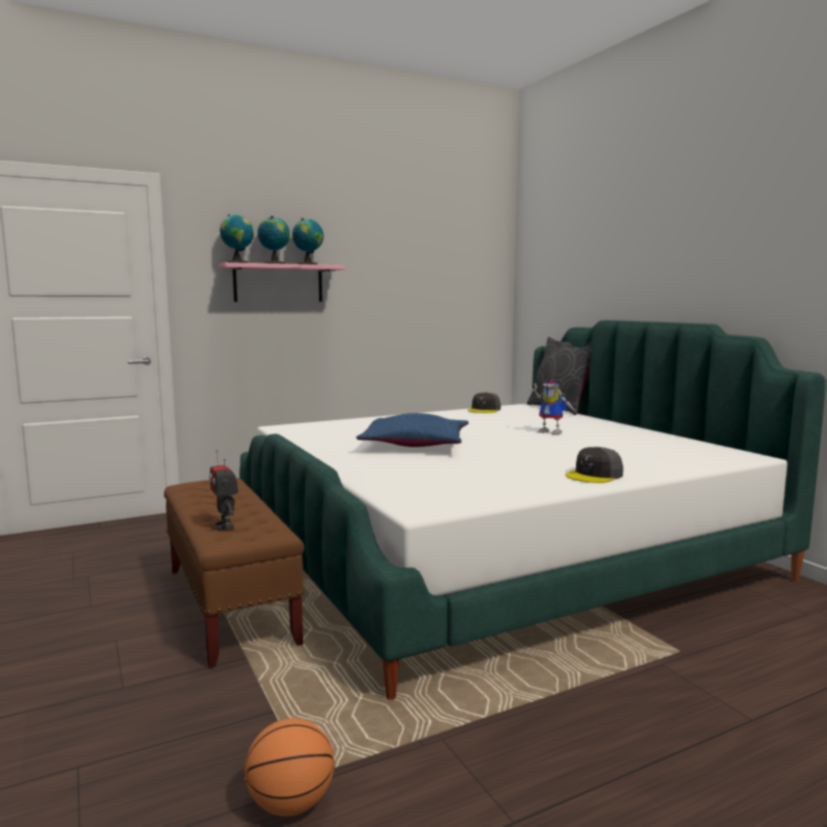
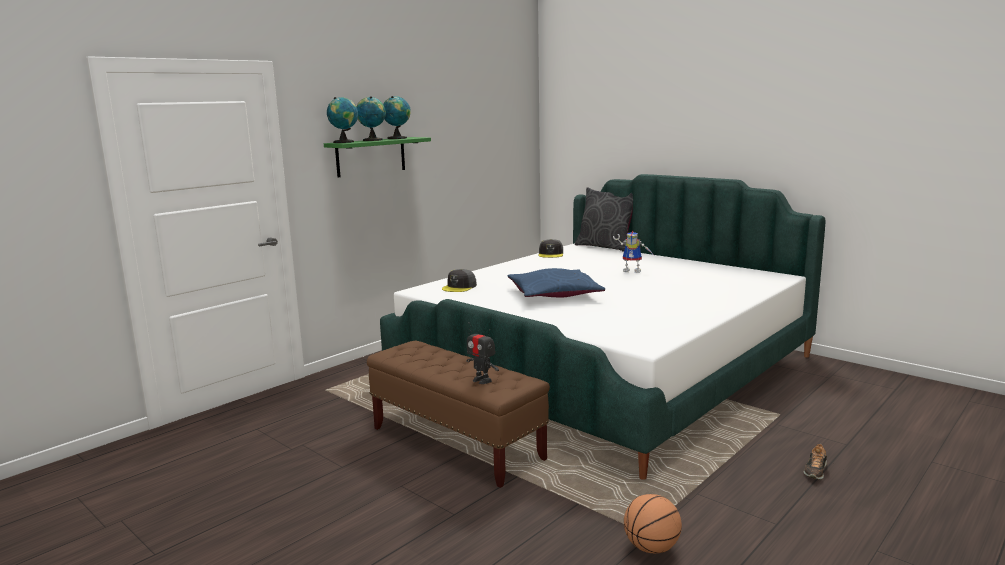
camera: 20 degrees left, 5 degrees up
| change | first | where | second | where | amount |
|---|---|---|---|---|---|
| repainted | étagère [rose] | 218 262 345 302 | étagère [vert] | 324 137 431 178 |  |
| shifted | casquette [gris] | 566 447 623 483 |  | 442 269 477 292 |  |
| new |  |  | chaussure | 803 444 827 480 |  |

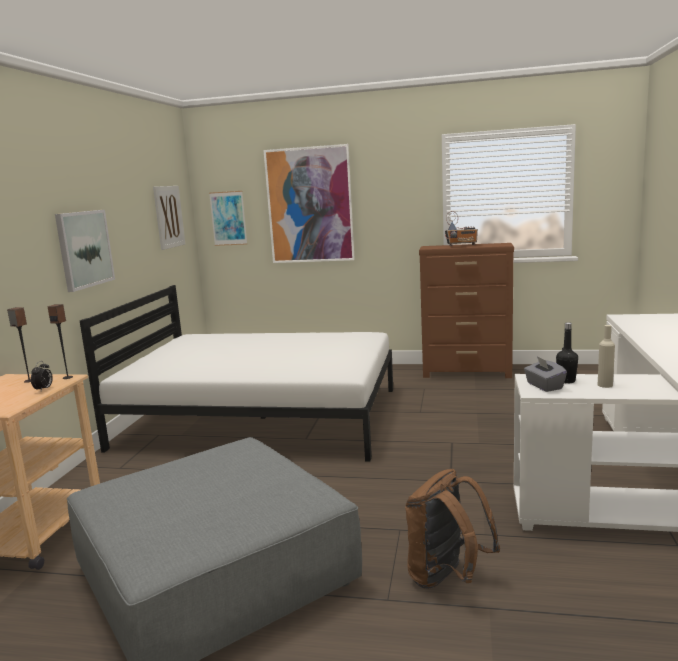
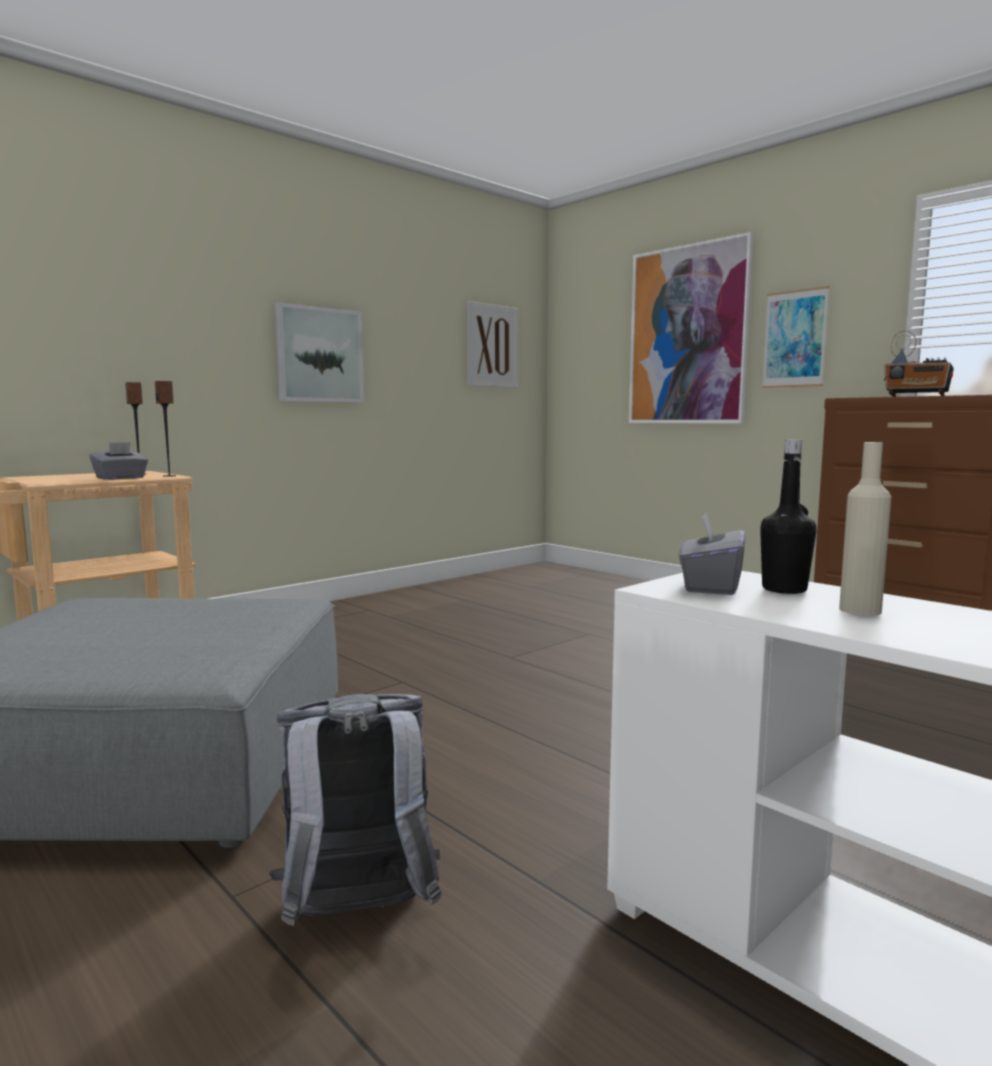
camera: 35 degrees right, 5 degrees down
| change | first | where | second | where | amount |
|---|---|---|---|---|---|
| shifted | tableau | 209 191 247 246 |  | 762 286 829 388 |  |
| gone | lit [blanc] | 80 285 393 462 |  |  |  |
| swapped | réveil | 31 361 53 391 | boîte à mouchoirs [gris] | 89 442 148 480 |  |
| repainted | sac à dos [marron] | 405 469 500 589 | sac à dos [gris] | 269 694 442 926 |  |

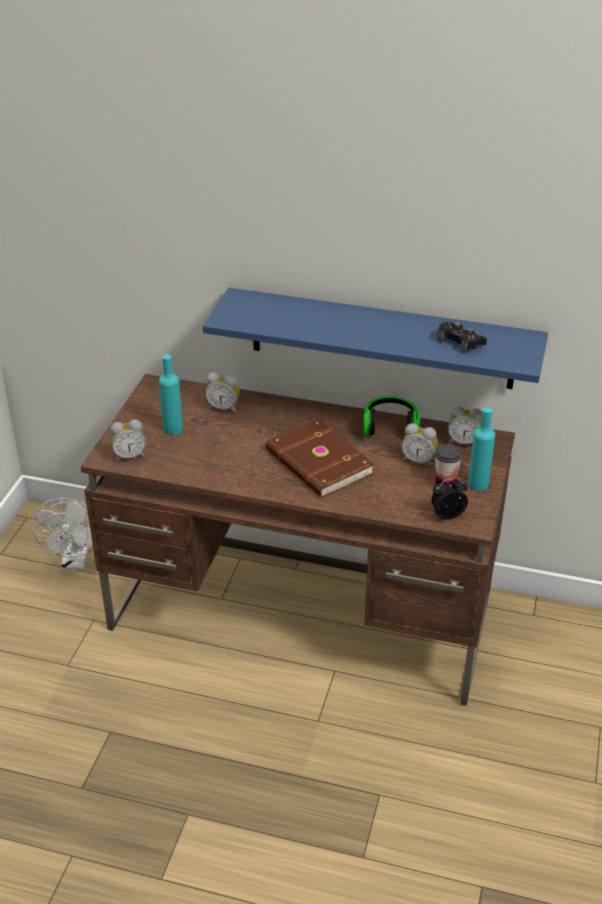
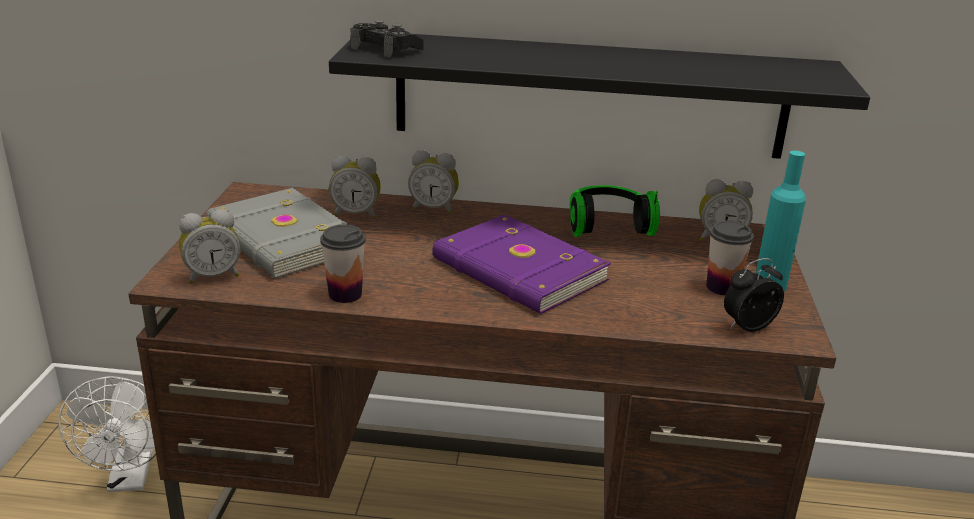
camera: 10 degrees left, 10 degrees down
| change | first | where | second | where | amount |
|---|---|---|---|---|---|
| repainted | étagère [bleu] | 203 288 548 389 | étagère [noir] | 329 34 870 159 |  |
| shifted | manette [noir] | 437 322 487 354 |  | 350 20 423 58 |  |
| swapped | bouteille [turquoise] | 159 355 183 435 | livre [gris] | 206 188 348 278 |  |
| repainted | livre [marron] | 266 419 374 498 | livre [violet] | 432 215 611 314 |  |
| shifted | réveil | 401 423 438 468 |  | 408 150 459 214 |  |
| new |  |  | tasse | 320 225 366 303 |  |

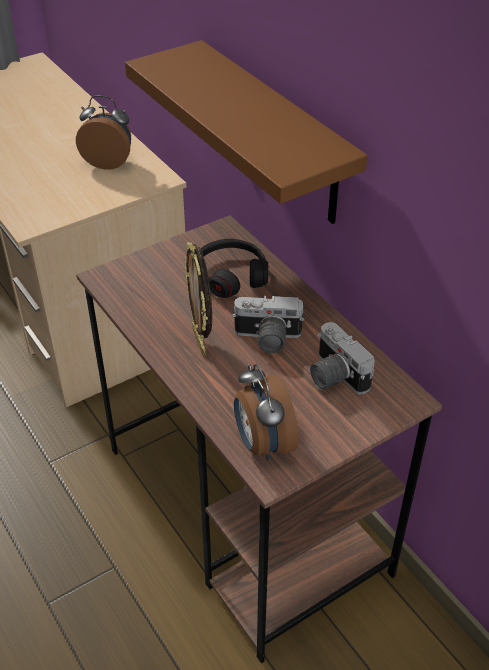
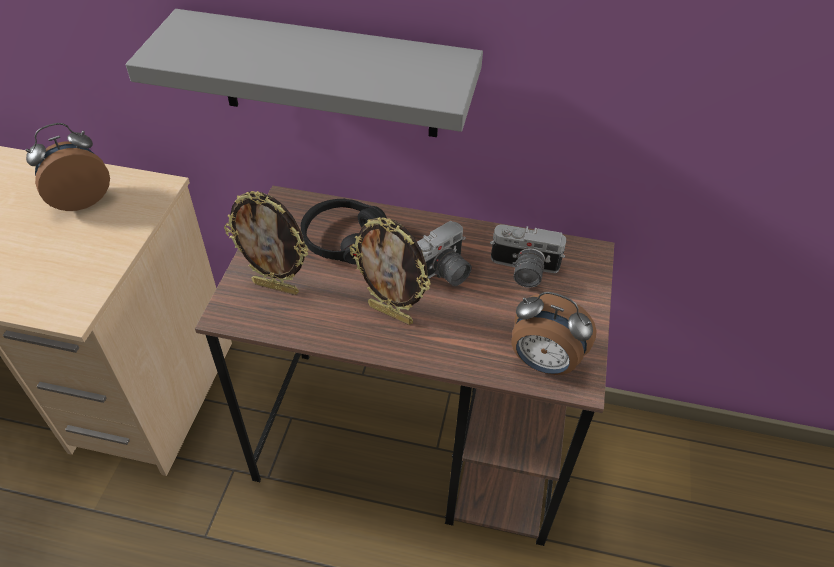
camera: 45 degrees left, 5 degrees up
| change | first | where | second | where | amount |
|---|---|---|---|---|---|
| repainted | étagère [marron] | 125 40 367 224 | étagère [gris] | 126 9 483 137 |  |
| new |  |  | cadre photo | 224 191 309 295 |  |

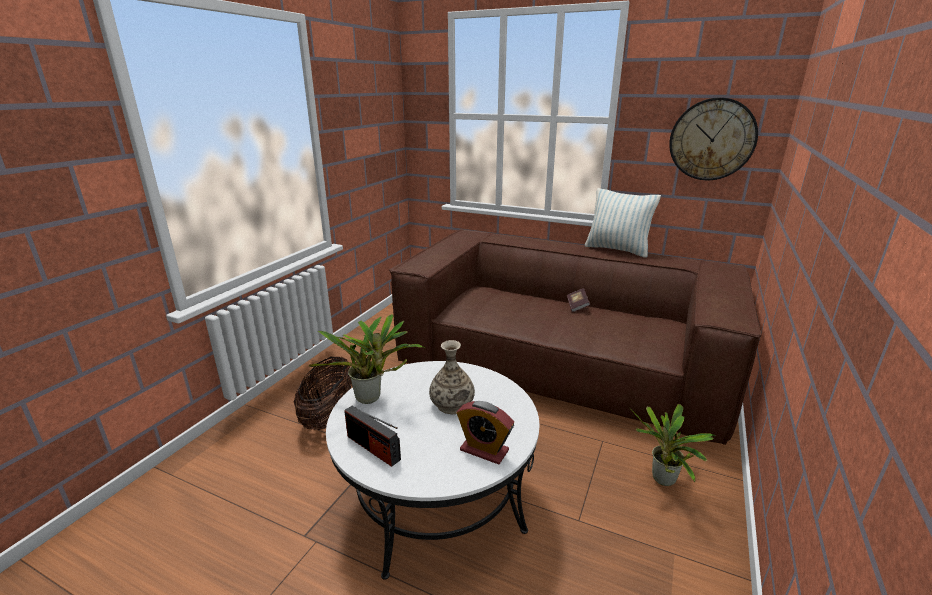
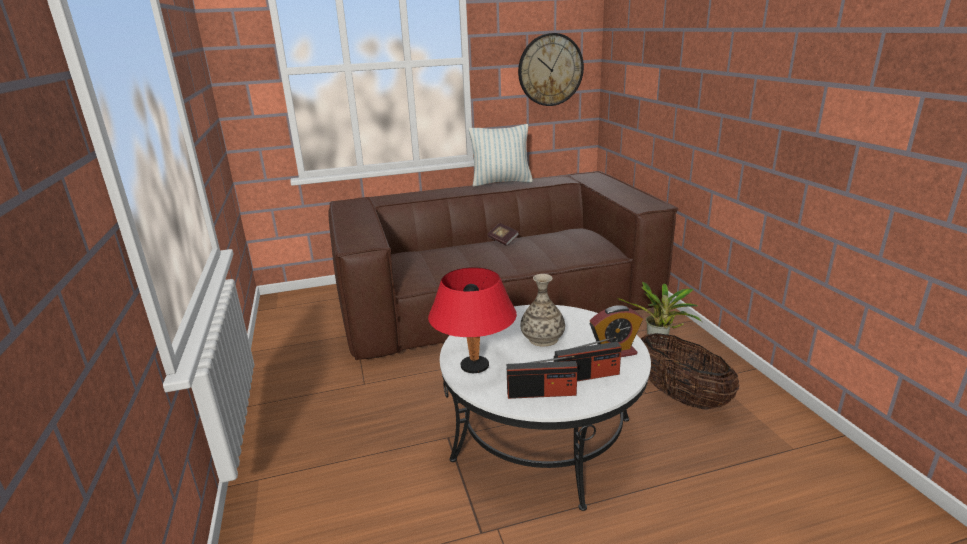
camera: 40 degrees left, 0 degrees up
| change | first | where | second | where | amount |
|---|---|---|---|---|---|
| swapped | plante en pot | 309 314 425 404 | lampe de table [rouge] | 428 267 517 373 |  |
| shifted | panier | 294 356 352 430 |  | 640 333 739 410 |  |
| new |  |  | radio | 554 337 622 381 |  |

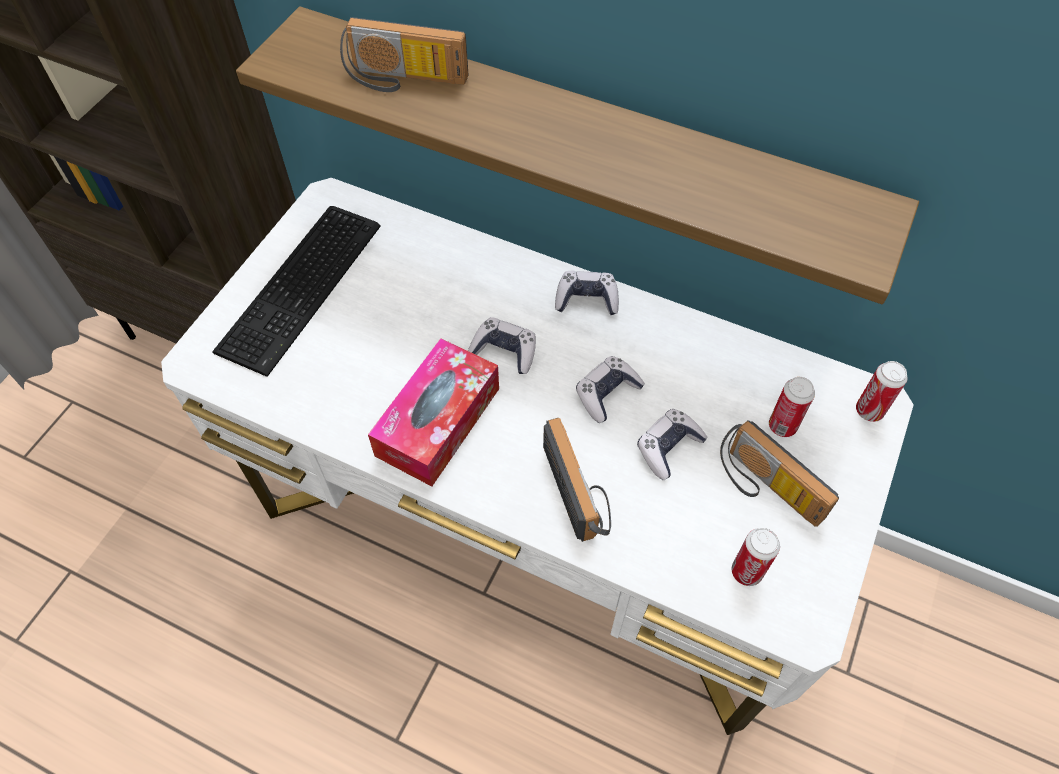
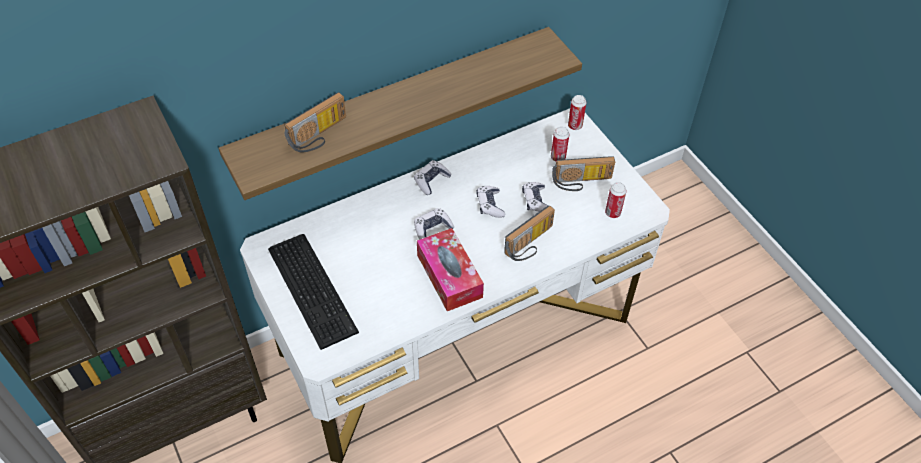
camera: 55 degrees left, 5 degrees down
| change | first | where | second | where | amount |
|---|---|---|---|---|---|
| rotated | radio | 543 418 611 542 |  | 504 205 555 261 | 120 degrees clockwise |

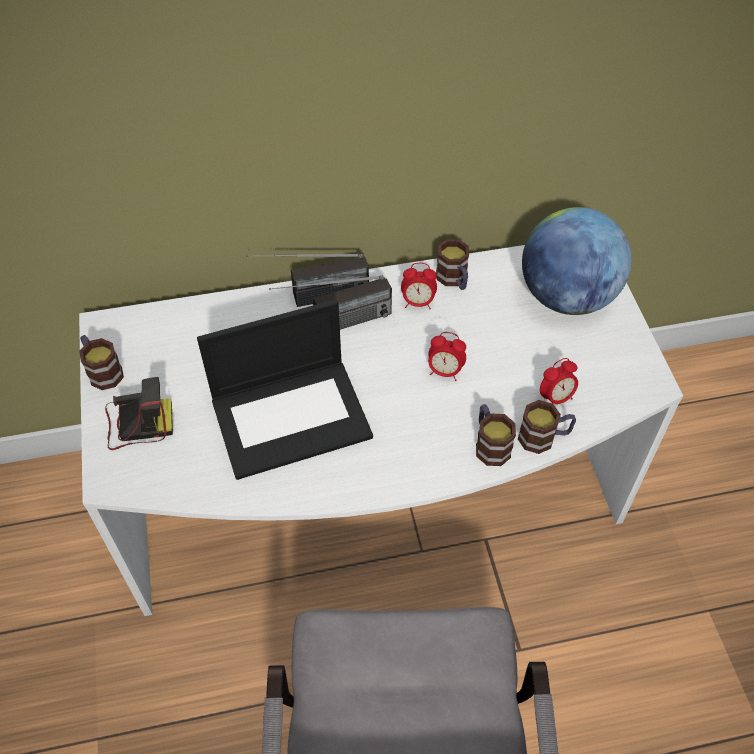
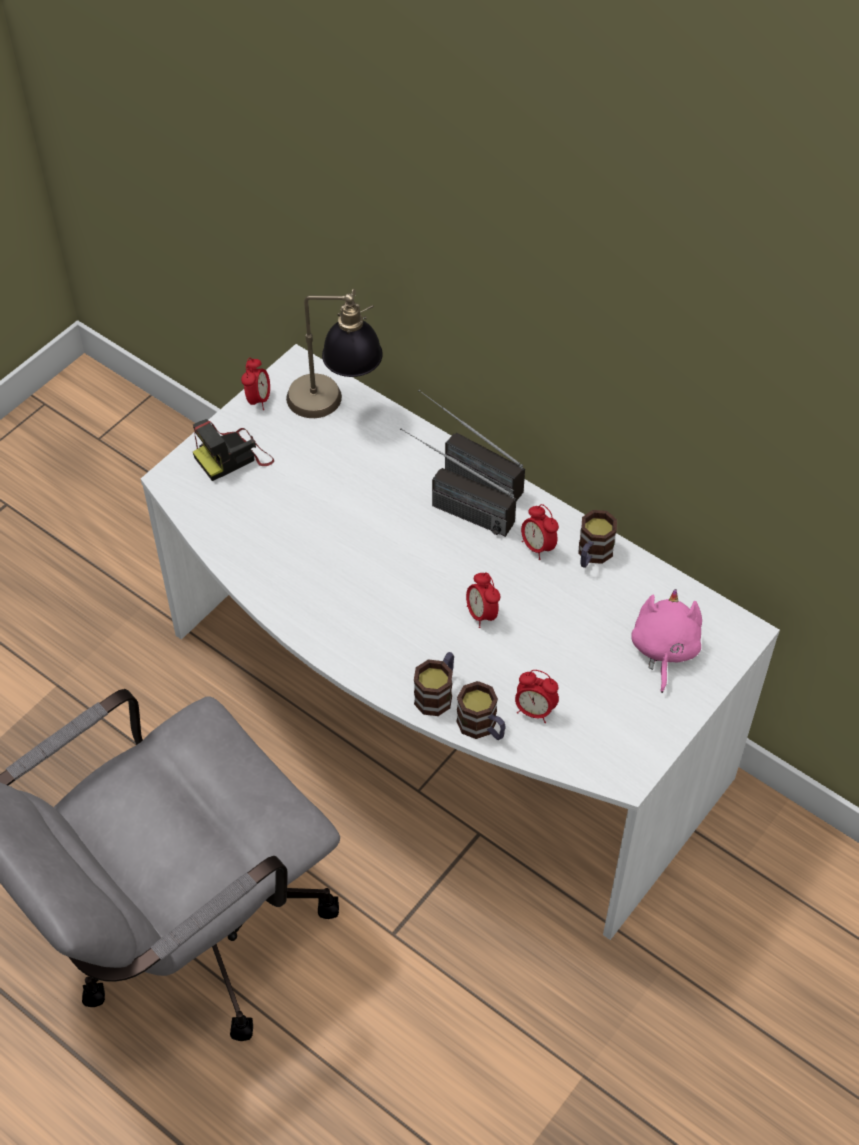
camera: 50 degrees right, 0 degrees up
| change | first | where | second | where | amount |
|---|---|---|---|---|---|
| swapped | globe | 522 207 632 315 | peluche [rose] | 631 589 702 693 |  |
| gone | ordinateur portable | 197 300 373 480 |  |  |  |
| swapped | mug | 79 335 124 390 | réveil | 241 358 270 410 |  |
| rotated | appareil photo | 105 377 173 450 |  | 193 419 274 481 | 105 degrees clockwise |
| new |  |  | lampe de table | 286 289 383 418 |  |

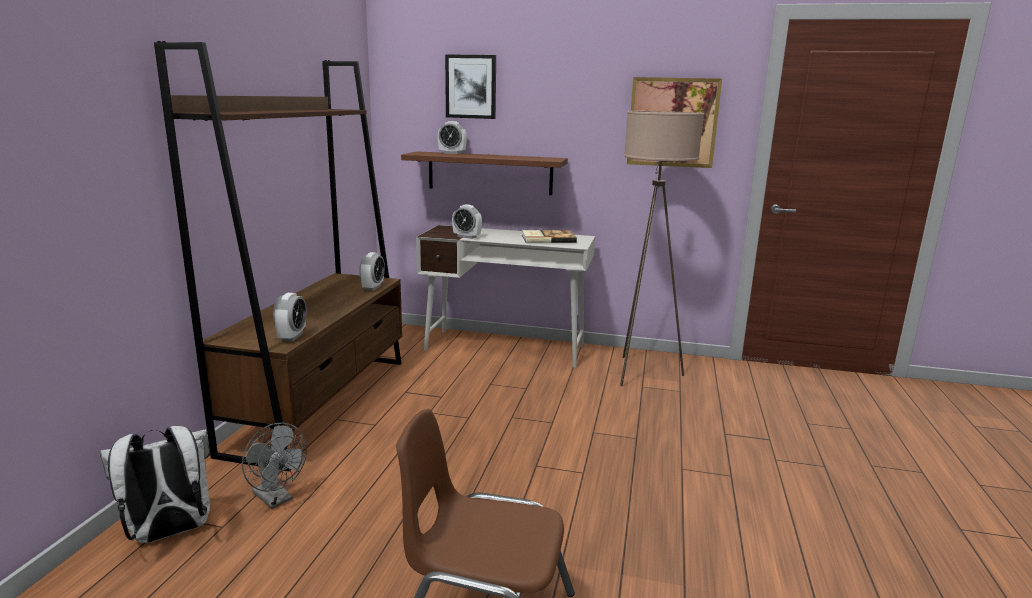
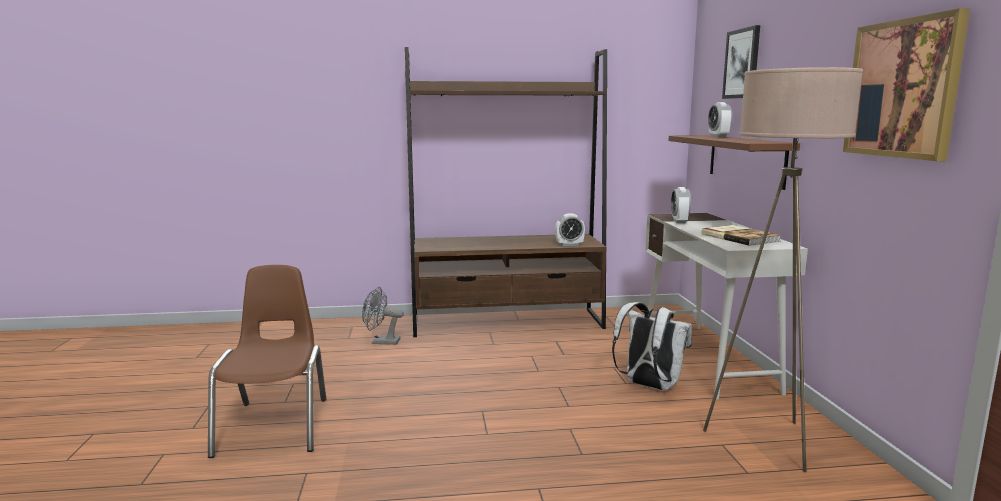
camera: 70 degrees right, 5 degrees down
| change | first | where | second | where | amount |
|---|---|---|---|---|---|
| gone | réveil | 273 293 307 342 |  |  |  |
| rotated | ventilateur [gris] | 242 423 307 509 |  | 362 287 404 345 | 75 degrees clockwise |
| shifted | sac à dos [blanc] | 100 426 210 543 |  | 612 302 692 390 |  |

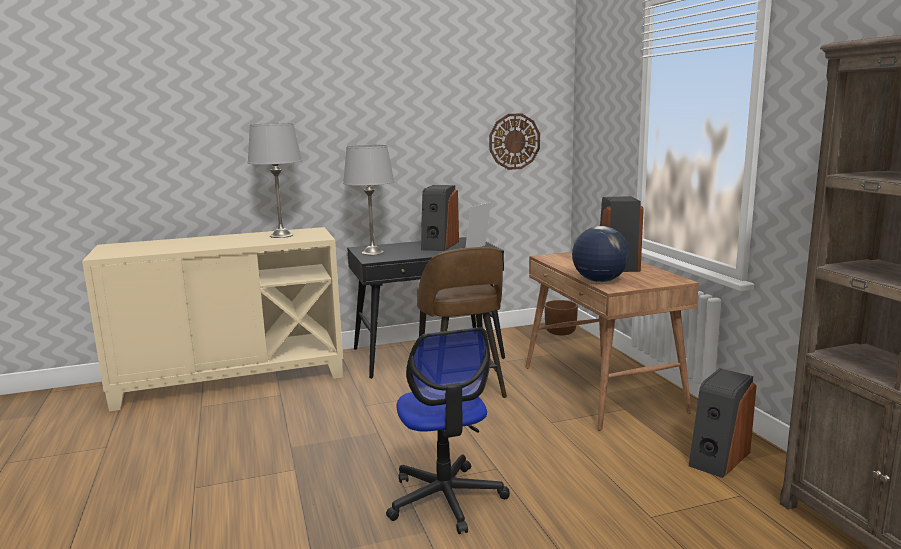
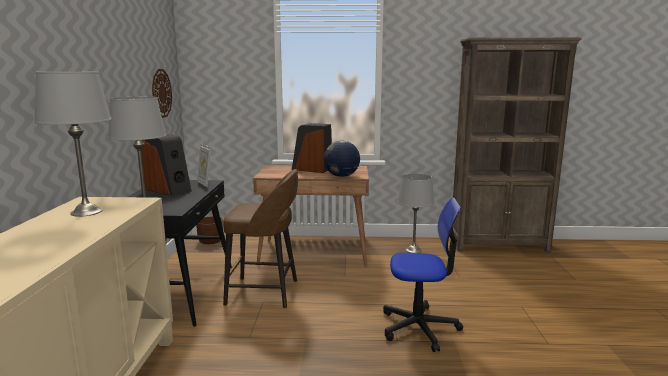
camera: 70 degrees left, 0 degrees up
| change | first | where | second | where | amount |
|---|---|---|---|---|---|
| swapped | enceinte | 689 368 756 478 | lampe de table [gris] | 397 174 435 253 |  |

